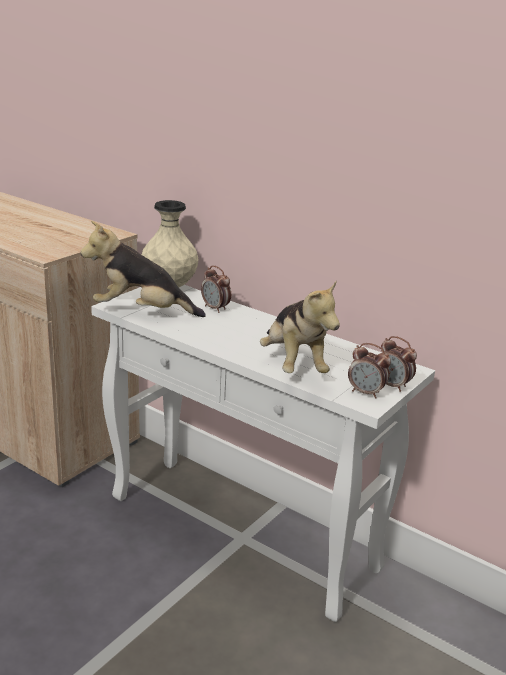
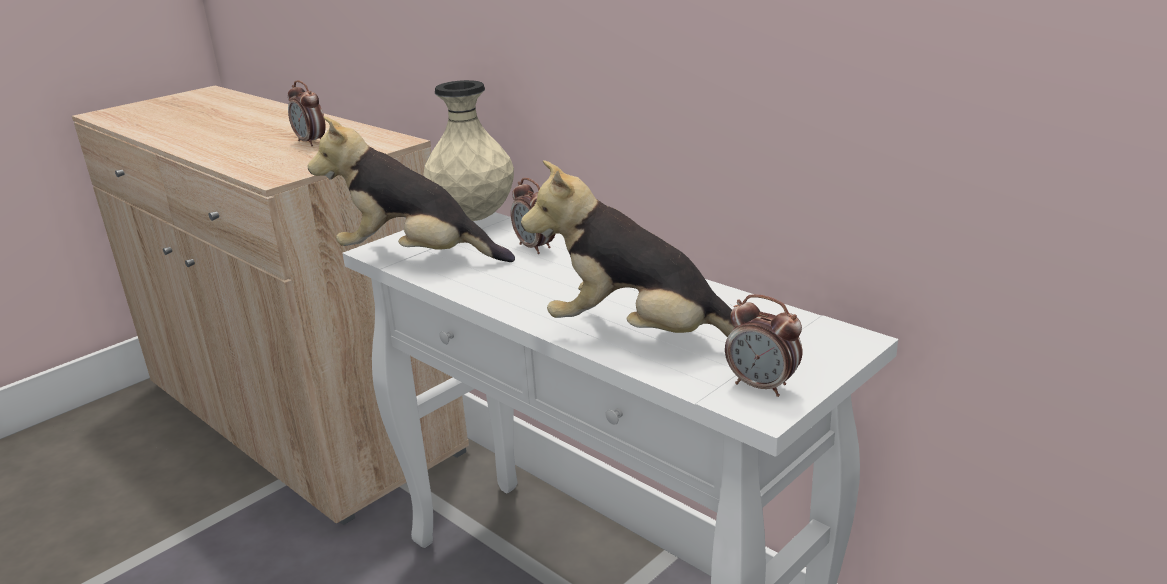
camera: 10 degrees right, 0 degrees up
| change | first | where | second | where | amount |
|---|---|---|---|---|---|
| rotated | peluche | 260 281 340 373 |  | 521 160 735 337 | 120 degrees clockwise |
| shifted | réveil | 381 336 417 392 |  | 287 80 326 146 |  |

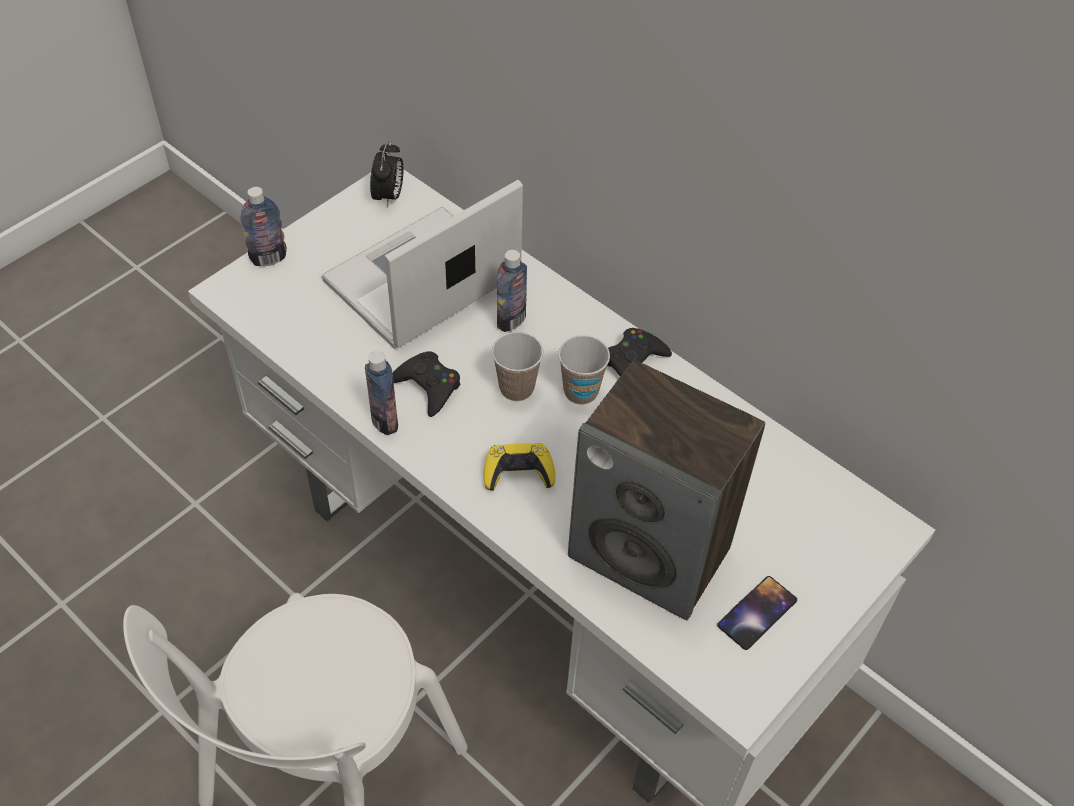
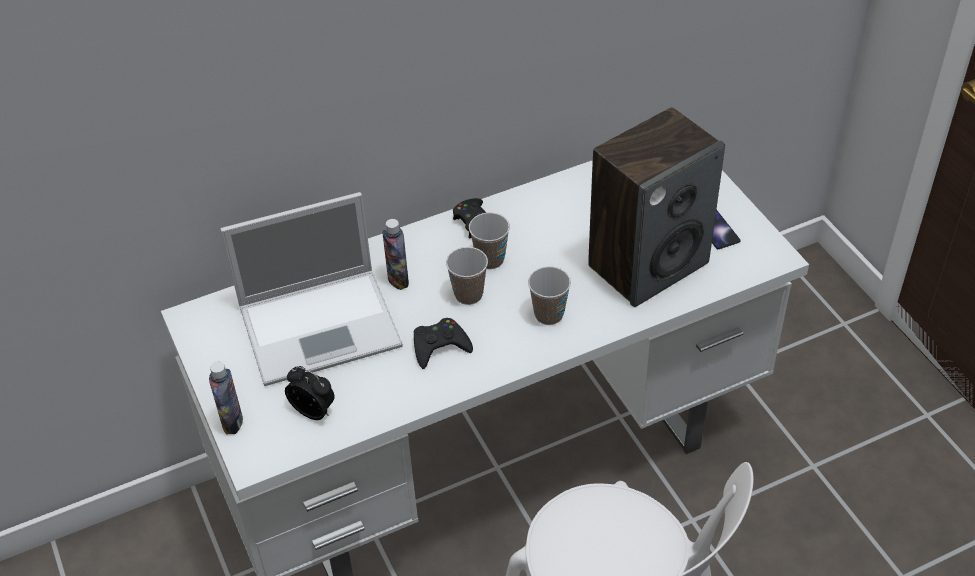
camera: 65 degrees left, 5 degrees down
| change | first | where | second | where | amount |
|---|---|---|---|---|---|
| shifted | réveil | 370 141 403 208 |  | 285 366 335 420 |  |
| rotated | ordinateur portable | 321 180 523 349 |  | 220 192 403 386 | 90 degrees counterclockwise |
| gone | bouteille | 365 351 398 435 |  |  |  |
| swapped | manette [jaune] | 483 443 556 491 | tasse | 528 266 571 325 |  |

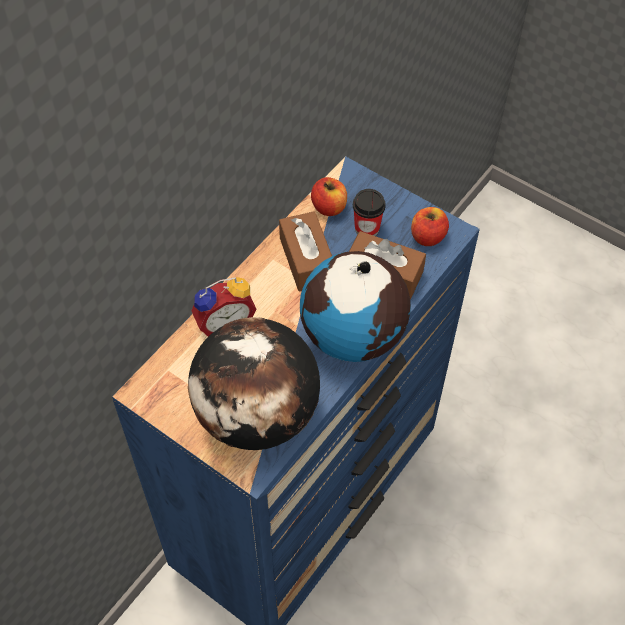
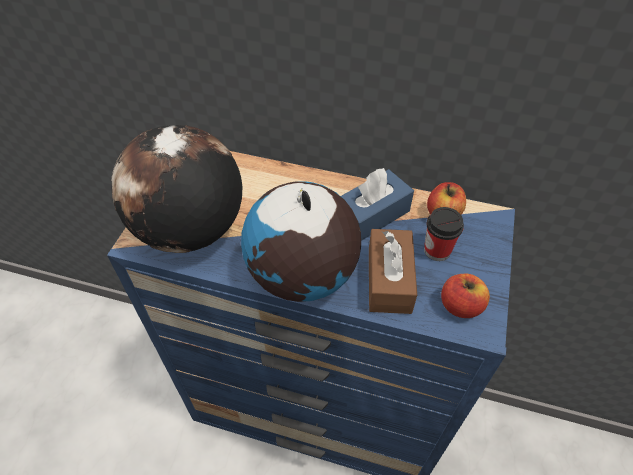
camera: 70 degrees right, 5 degrees down
| change | first | where | second | where | amount |
|---|---|---|---|---|---|
| repainted | boîte à mouchoirs [marron] | 279 212 332 292 | boîte à mouchoirs [bleu] | 341 168 414 241 |  |
| gone | réveil | 191 277 257 337 |  |  |  |

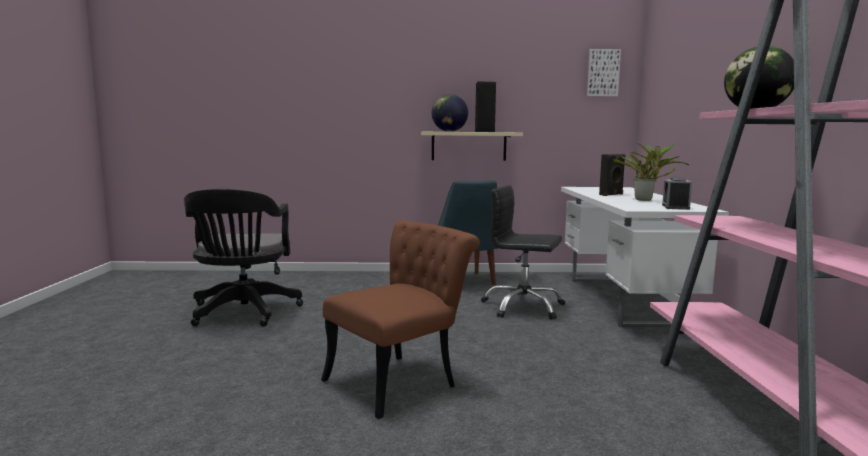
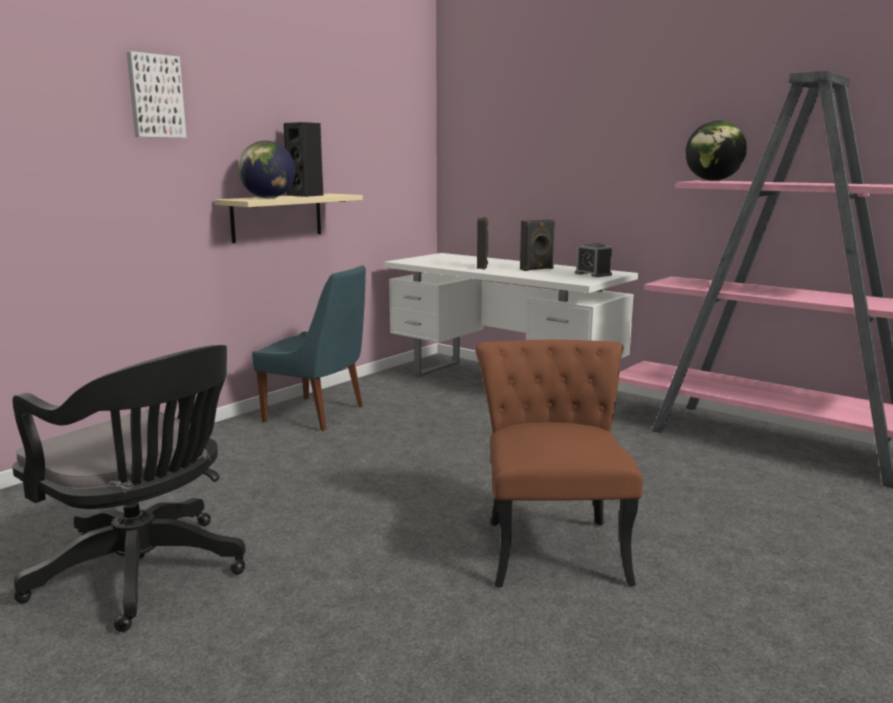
camera: 50 degrees left, 5 degrees up
| change | first | where | second | where | amount |
|---|---|---|---|---|---|
| shifted | tableau | 587 49 621 97 |  | 127 51 187 138 |  |
| swapped | plante en pot | 613 143 689 201 | enceinte [noir] | 520 219 555 271 |  |
| gone | chaise de bureau [noir] | 481 185 565 320 |  |  |  |

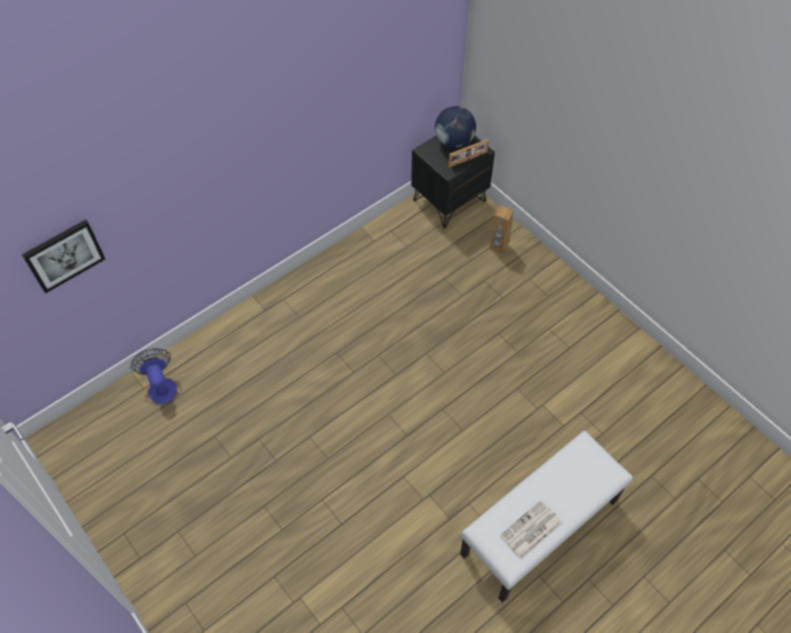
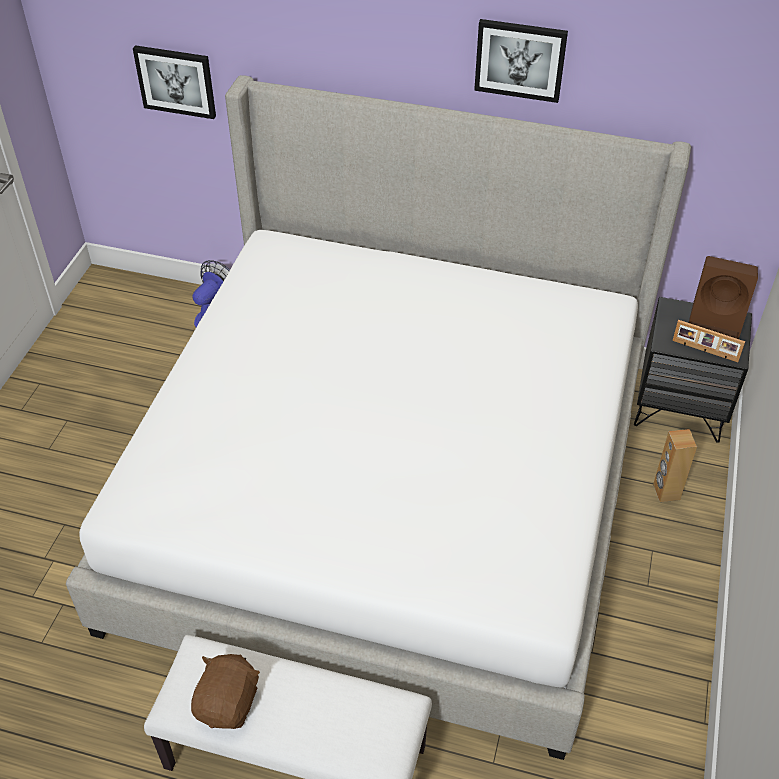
camera: 55 degrees right, 10 degrees down
| change | first | where | second | where | amount |
|---|---|---|---|---|---|
| swapped | globe | 435 106 476 148 | enceinte [marron] | 689 256 758 339 |  |
| swapped | journal | 499 500 562 560 | peluche [marron] | 191 654 260 729 |  |
| new |  |  | tableau | 474 19 568 103 |  |
| new |  |  | lit | 66 75 691 760 |  |

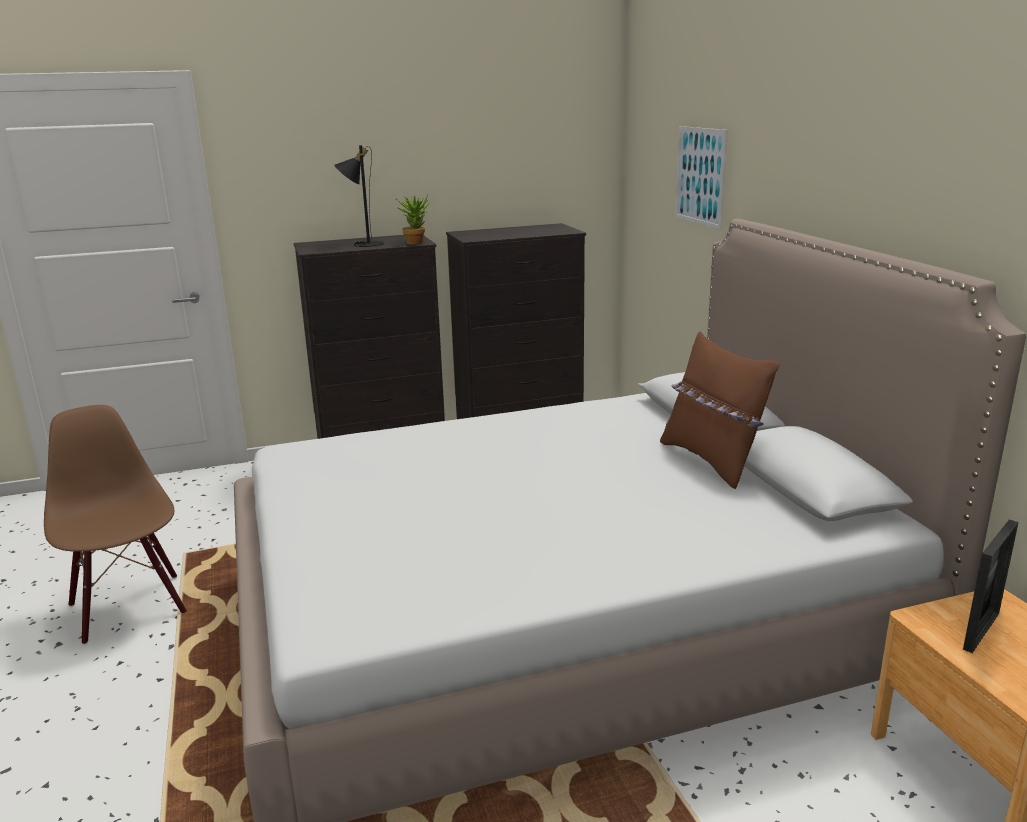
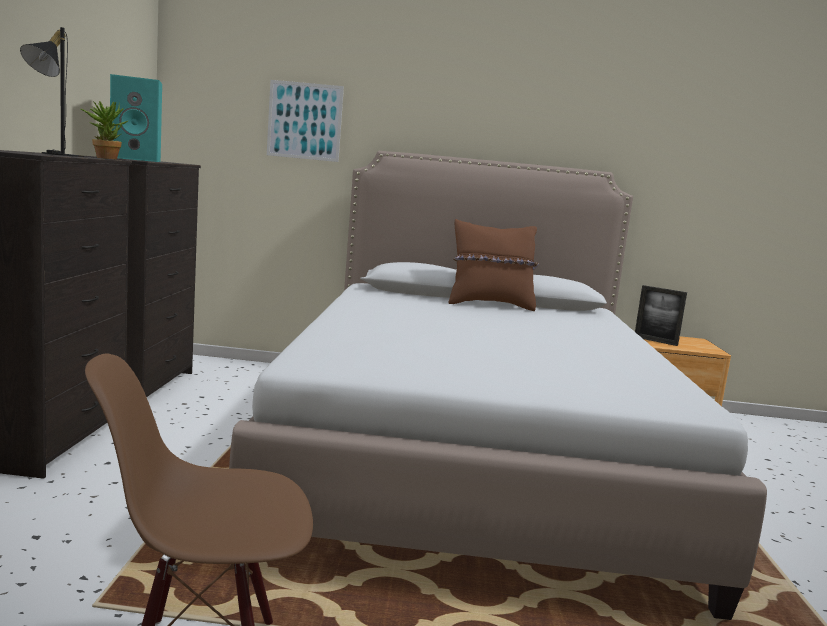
camera: 70 degrees left, 10 degrees down
| change | first | where | second | where | amount |
|---|---|---|---|---|---|
| rotated | cadre photo | 963 520 1019 653 |  | 635 285 687 346 | 150 degrees clockwise |
| new |  |  | enceinte [turquoise] | 110 74 162 162 |  |

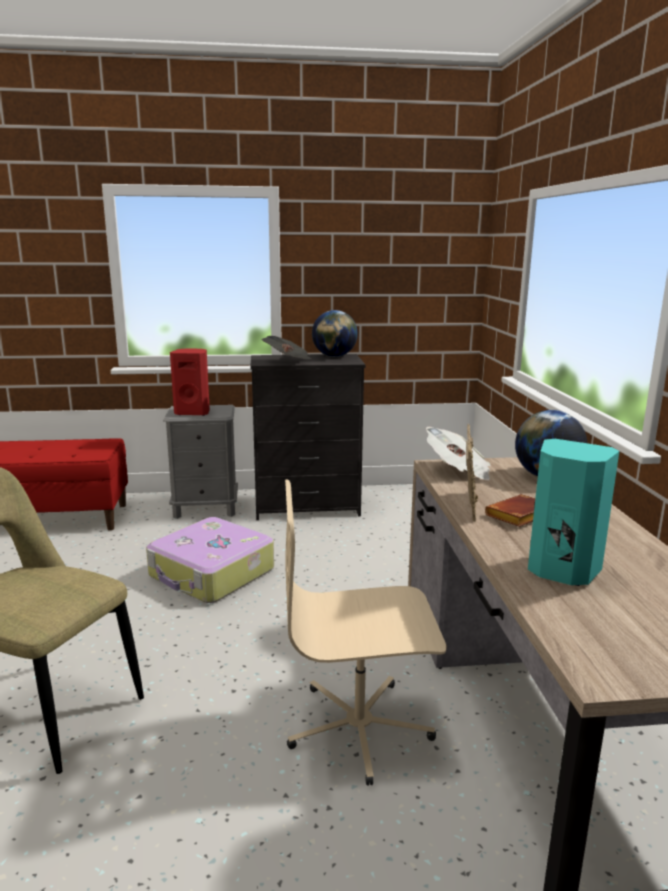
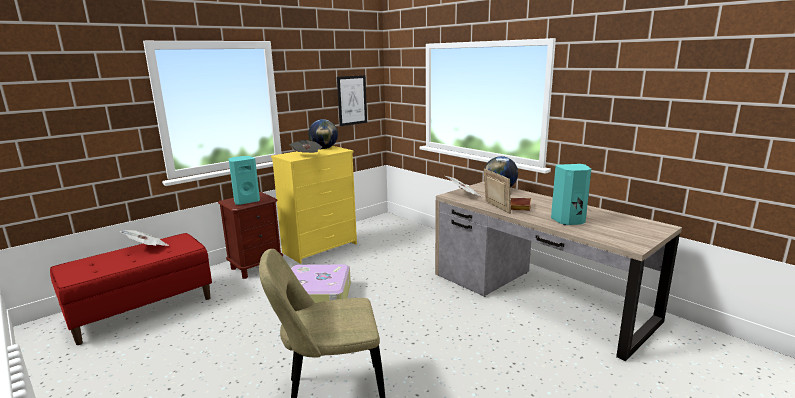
camera: 35 degrees left, 0 degrees up
| change | first | where | second | where | amount |
|---|---|---|---|---|---|
| repainted | enceinte [rouge] | 170 348 210 416 | enceinte [turquoise] | 229 156 260 205 |  |
| repainted | commode [noir] | 250 354 366 520 | commode [jaune] | 271 146 357 264 |  |
| repainted | table de chevet [gris] | 163 405 238 519 | table de chevet [marron] | 218 192 283 279 |  |
| gone | chaise de bureau [beige] | 285 480 447 786 |  |  |  |
| new |  |  | tableau | 337 75 367 126 |  |
| new |  |  | journal | 119 230 169 246 |  |

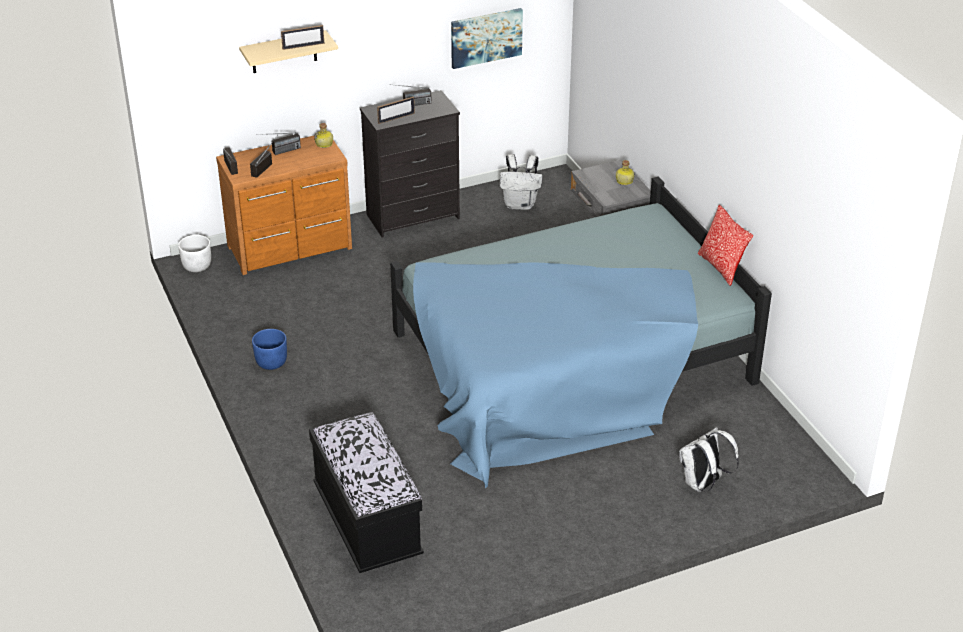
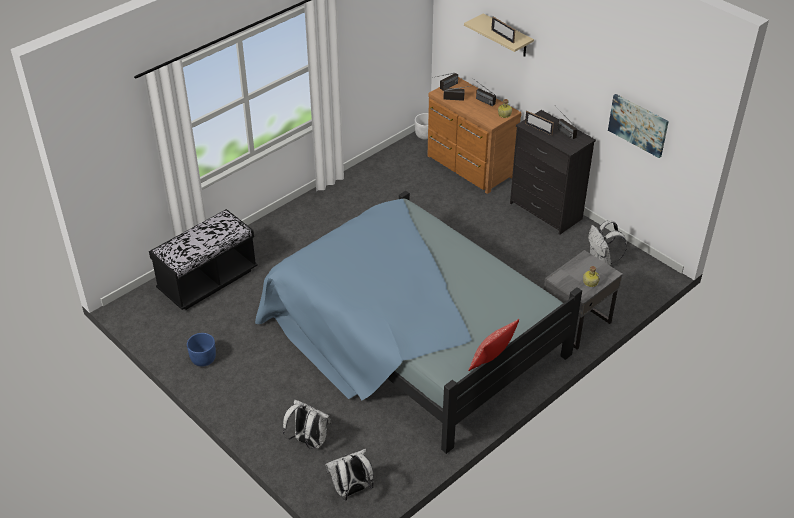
camera: 70 degrees right, 5 degrees up
| change | first | where | second | where | amount |
|---|---|---|---|---|---|
| shifted | cache-pot [bleu] | 252 329 287 370 |  | 187 333 216 367 |  |
| new |  |  | sac à dos [blanc] | 325 449 374 500 |  |

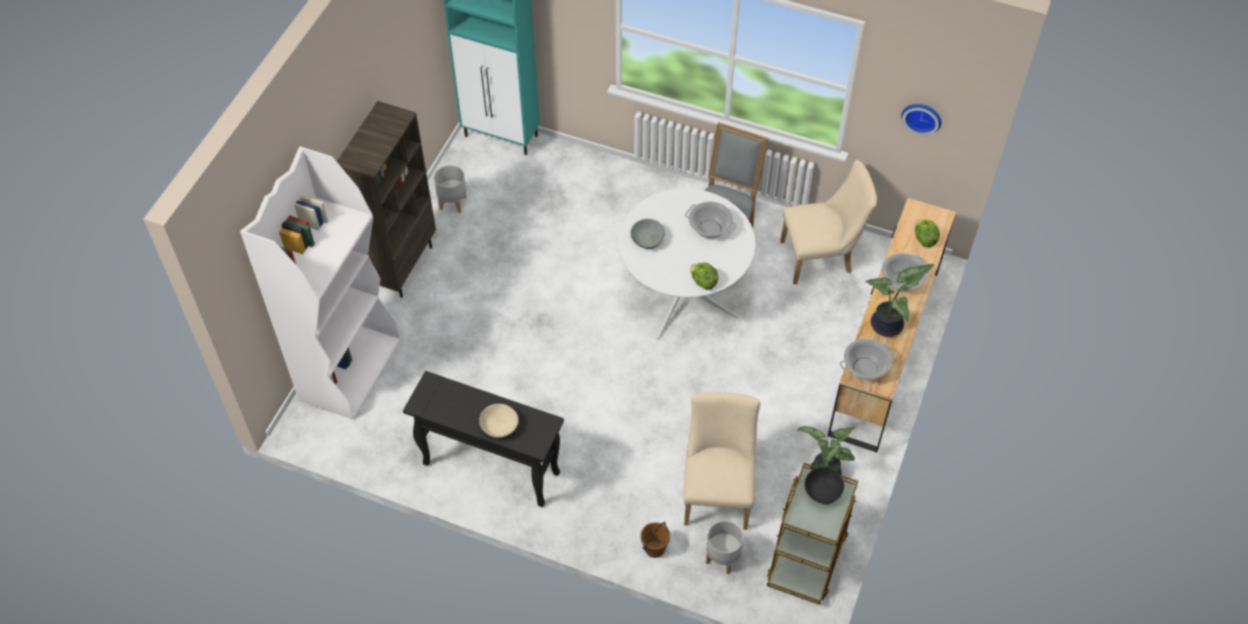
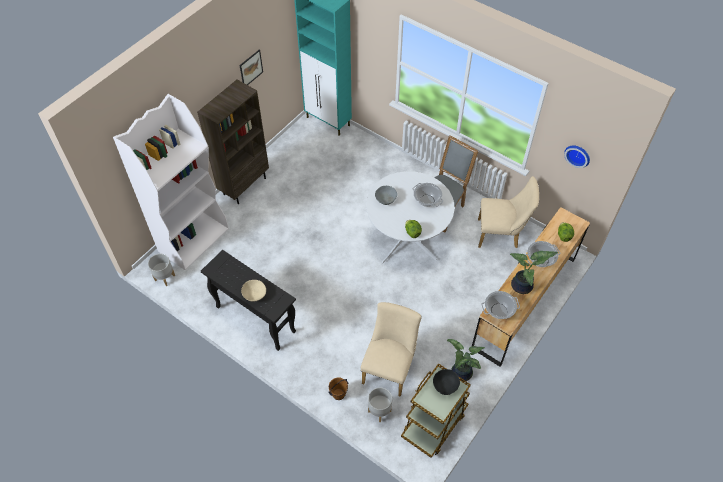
camera: 15 degrees right, 0 degrees up
| change | first | where | second | where | amount |
|---|---|---|---|---|---|
| shifted | cache-pot [gris] | 434 165 467 213 |  | 148 254 175 286 |  |
| new |  |  | tableau | 240 50 263 85 |  |

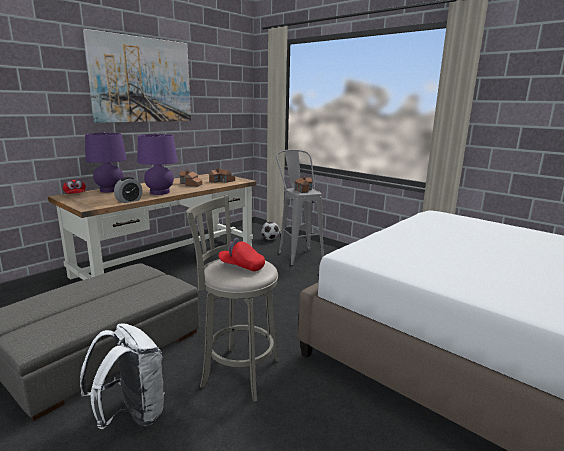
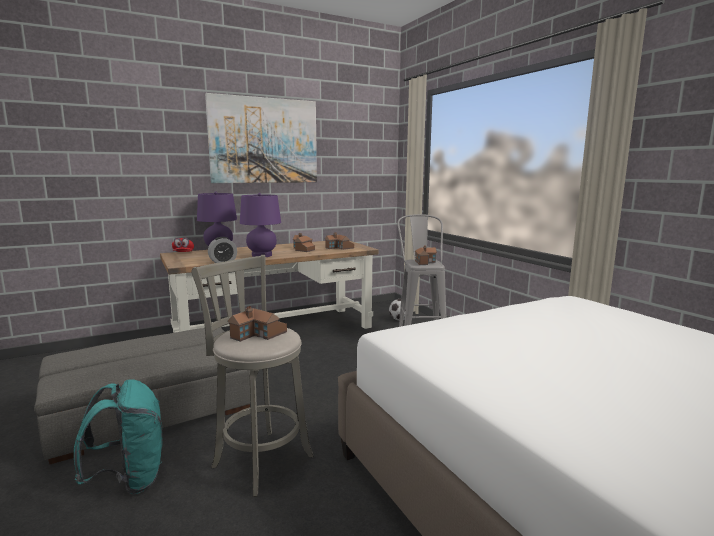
camera: 20 degrees right, 5 degrees down
| change | first | where | second | where | amount |
|---|---|---|---|---|---|
| swapped | casquette [rouge] | 218 238 265 271 | maison miniature | 228 306 287 342 |  |
| repainted | sac à dos [blanc] | 80 323 165 429 | sac à dos [turquoise] | 74 379 162 494 |  |

